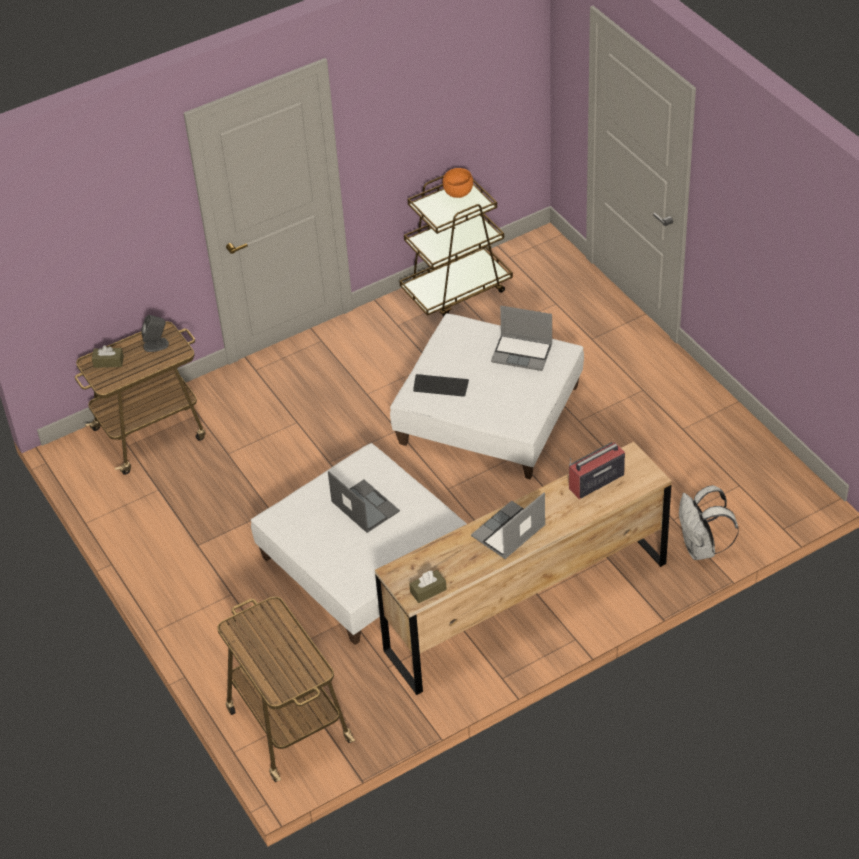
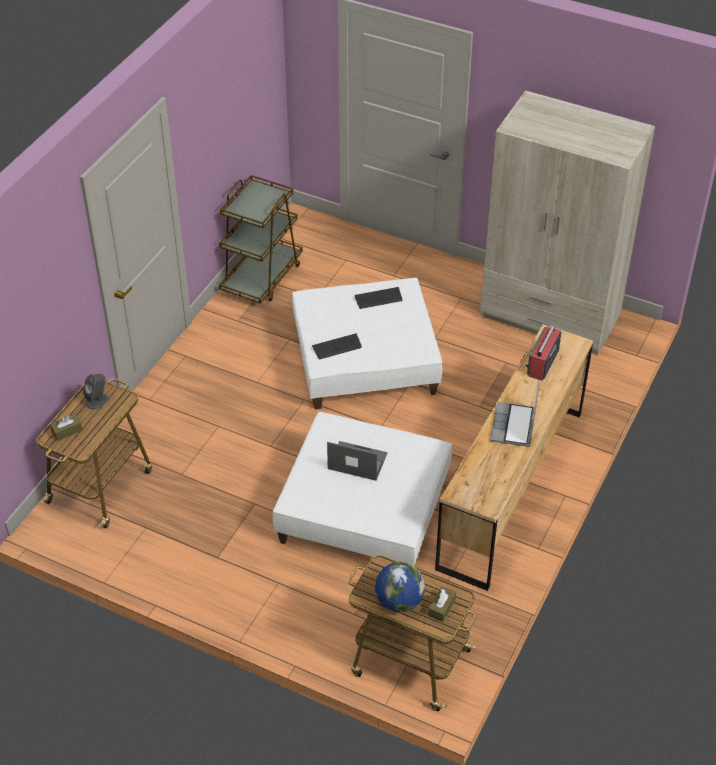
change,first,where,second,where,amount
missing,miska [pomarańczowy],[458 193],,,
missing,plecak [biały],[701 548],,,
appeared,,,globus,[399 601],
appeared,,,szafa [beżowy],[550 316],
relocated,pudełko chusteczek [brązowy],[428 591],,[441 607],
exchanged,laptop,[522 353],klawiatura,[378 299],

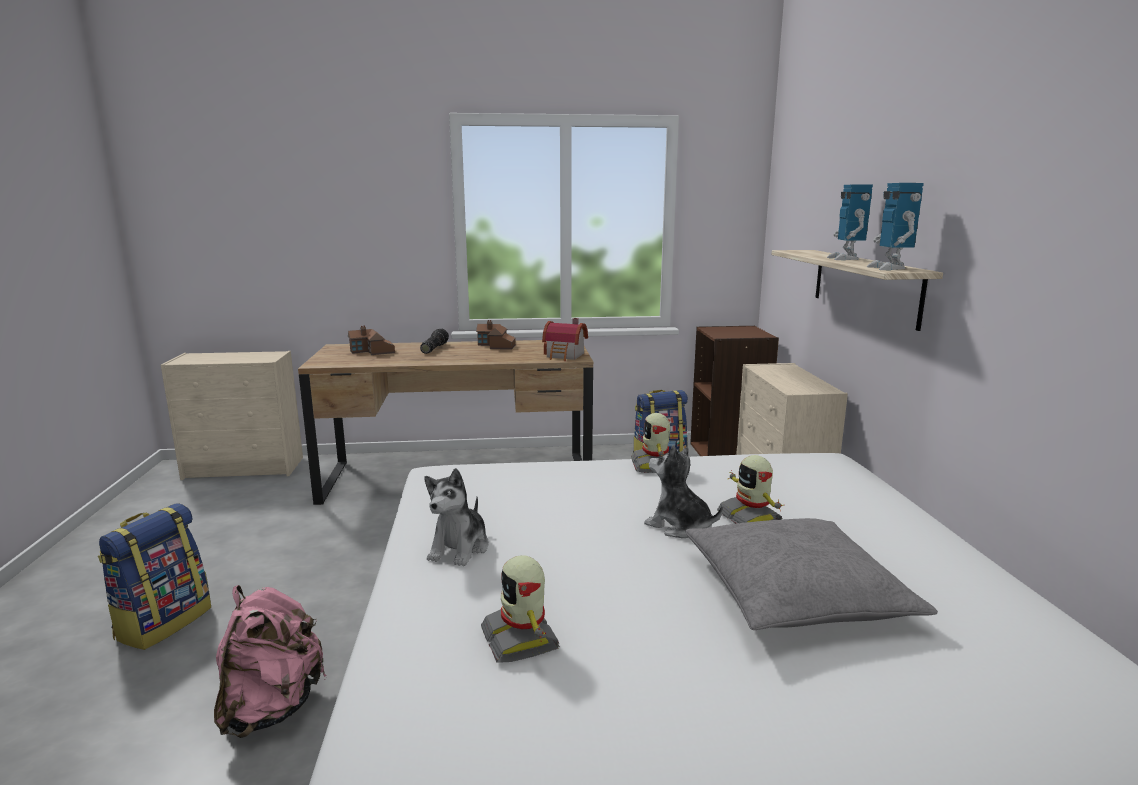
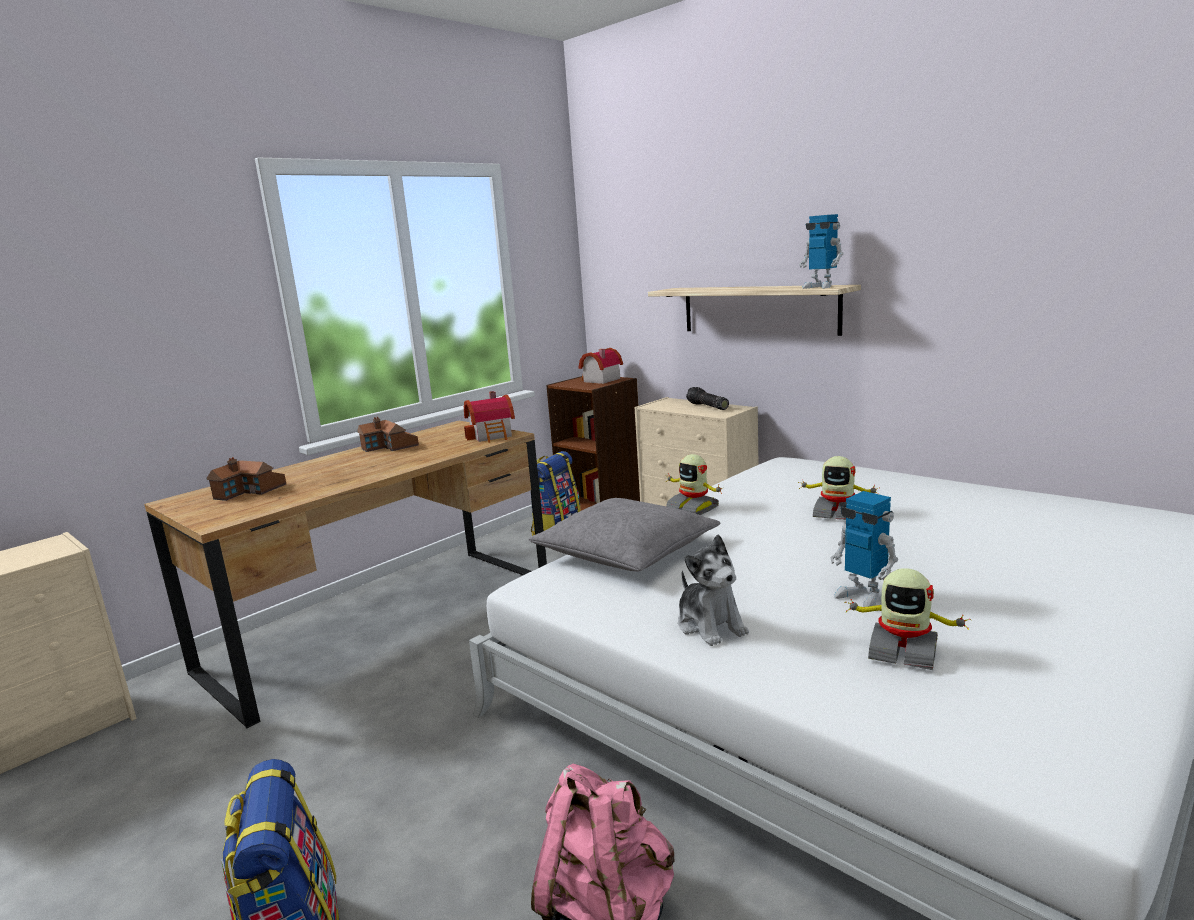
change,first,where,second,where,amount
missing,pluszak,[679 526],,,
appeared,,,domek,[599 380],
relocated,latarka,[433 348],,[707 406],
relocated,poduszka [szary],[794 592],,[626 551],
relocated,robot zabawkowy,[845 259],,[862 596],

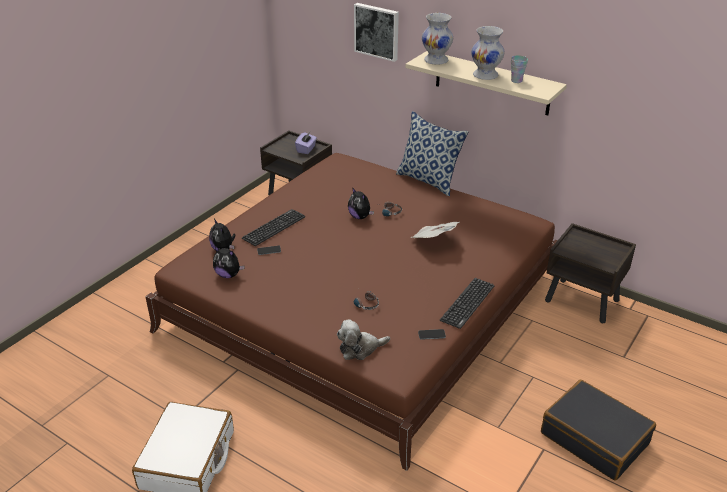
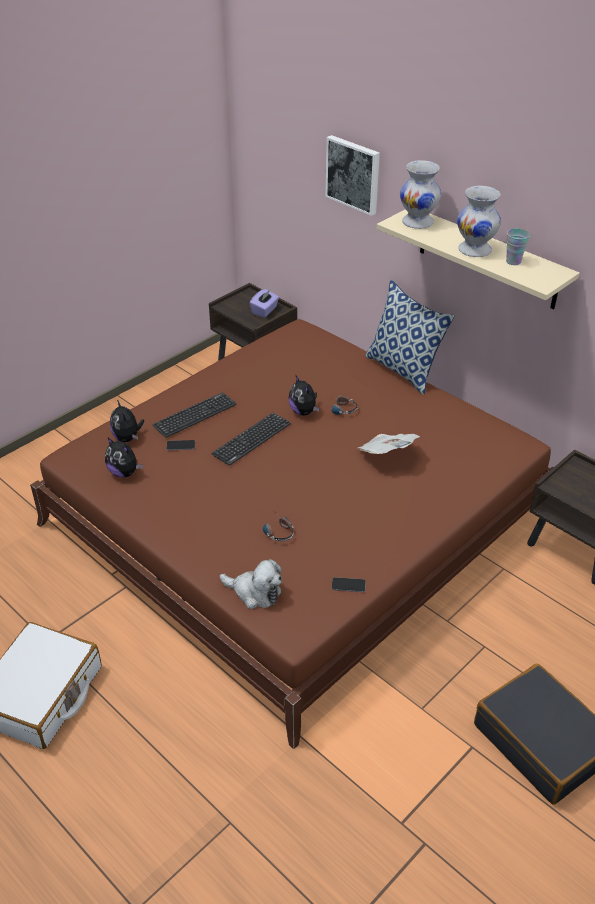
change,first,where,second,where,amount
relocated,klawiatura,[467 303],,[252 439],
spun,pluszak,[360 348],,[255 592],150 degrees counterclockwise

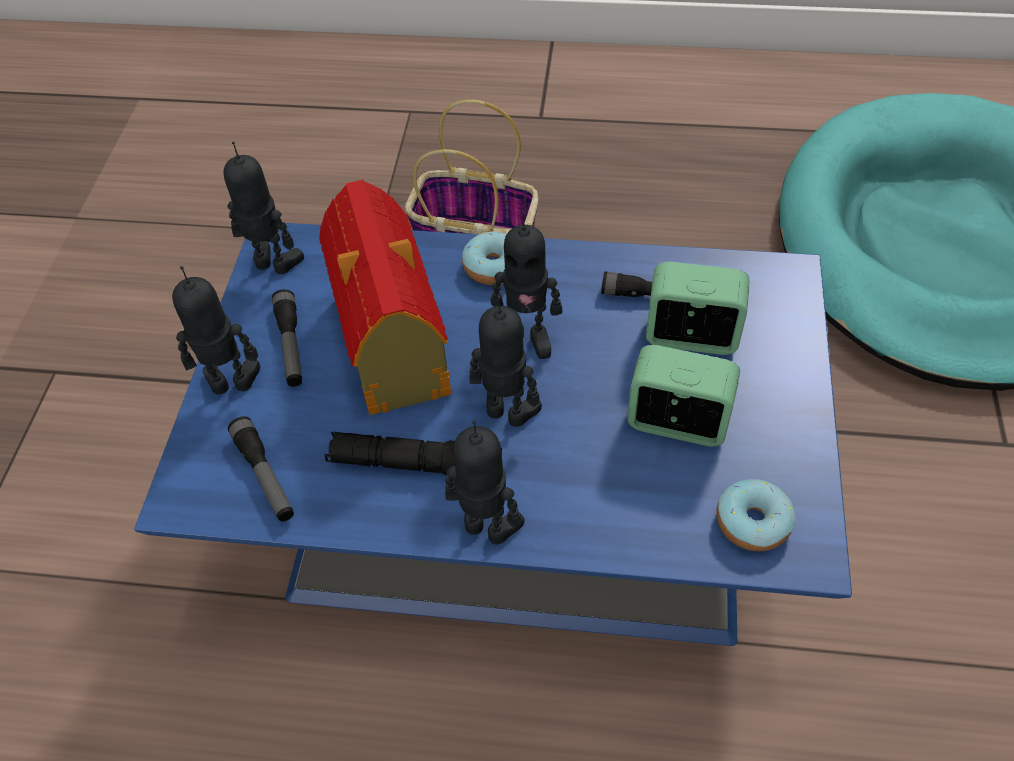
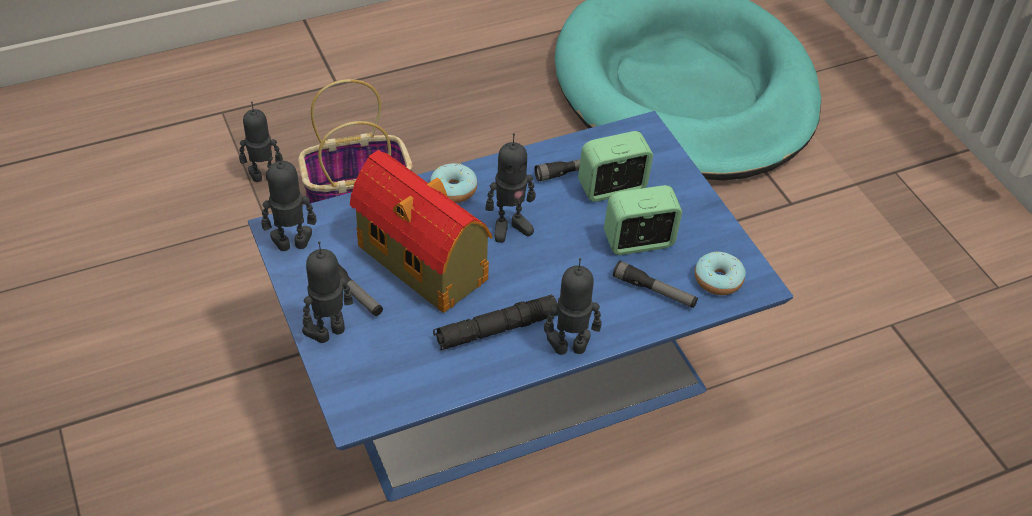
change,first,where,second,where,amount
relocated,latarka,[265 475],,[654 291],
relocated,robot zabawkowy,[507 413],,[264 177],

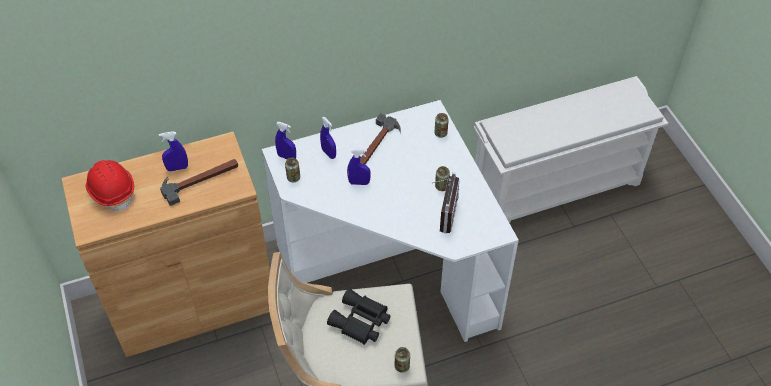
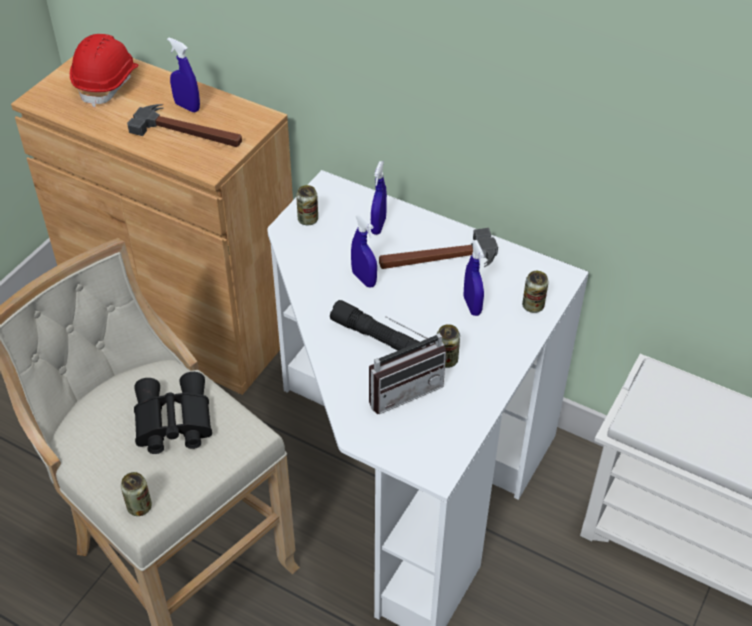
change,first,where,second,where,amount
appeared,,,latarka [czarny],[376 337],
relocated,spryskiwacz [niebieski],[287 157],,[472 306],

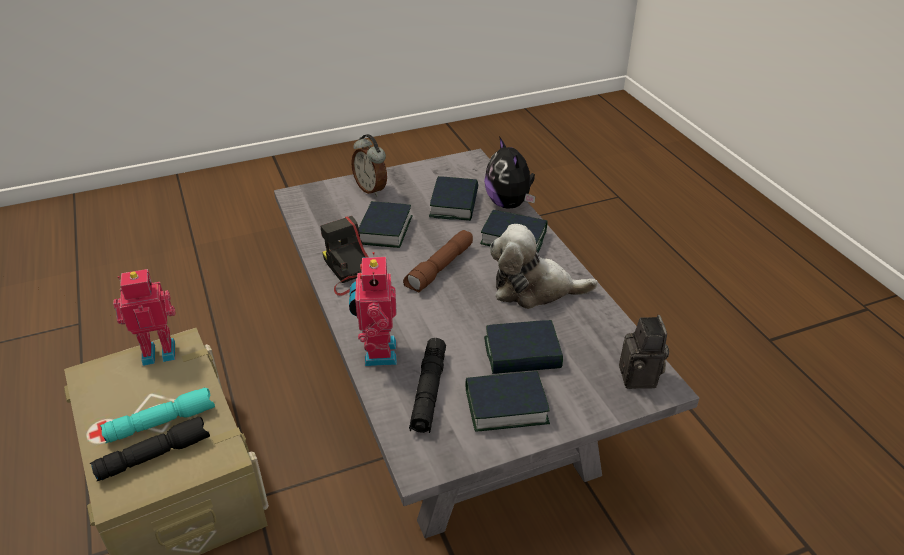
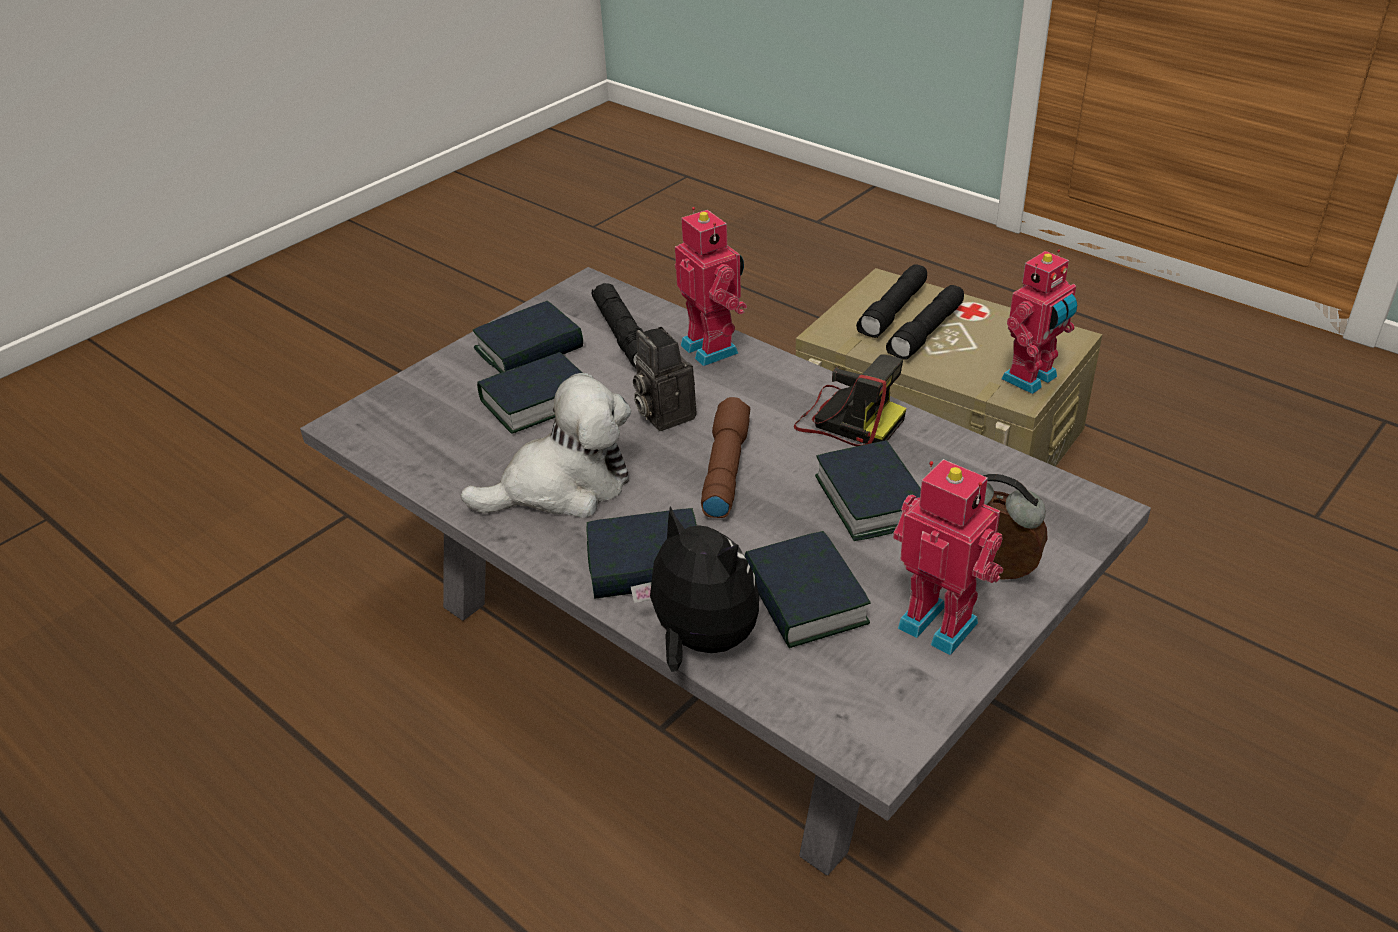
change,first,where,second,where,amount
appeared,,,robot zabawkowy,[940 622],
relocated,aparat fotograficzny,[641 378],,[663 414],
colour,latarka [turkusowy],[162 421],latarka [czarny],[927 333],

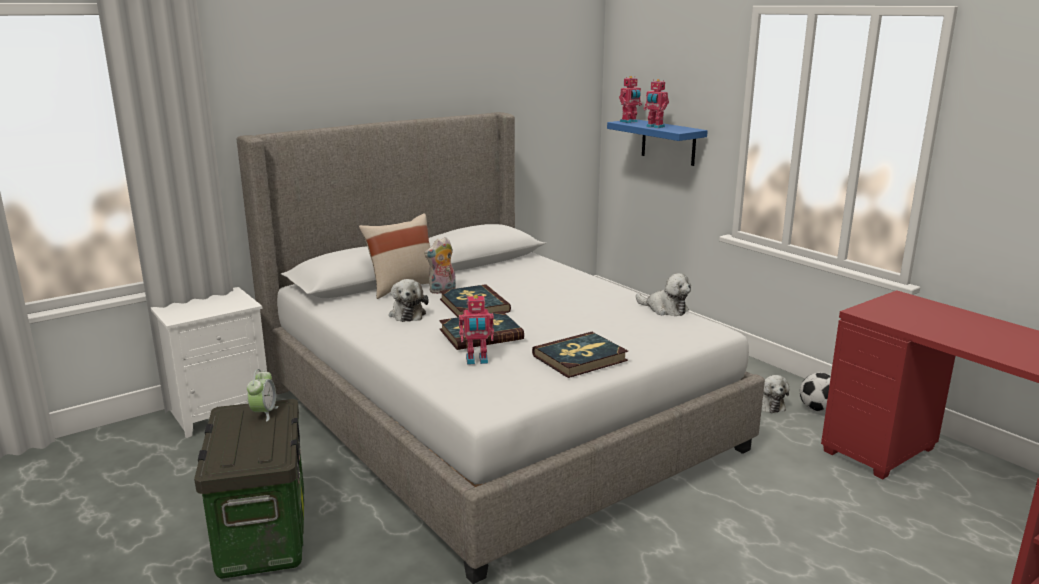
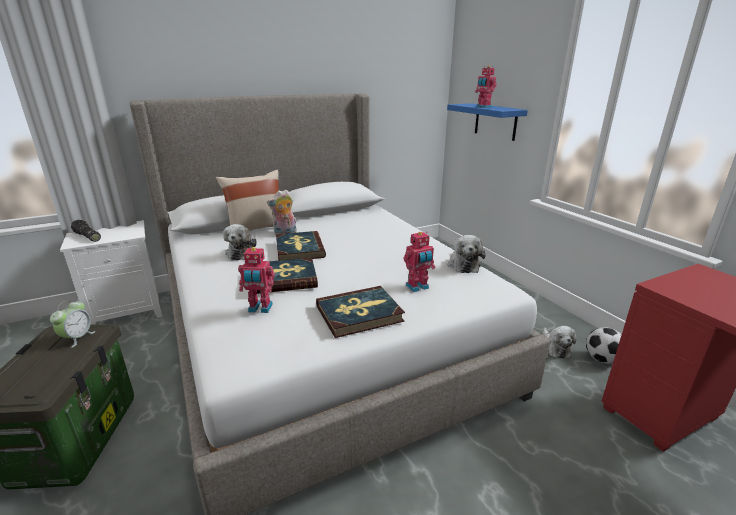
change,first,where,second,where,amount
appeared,,,latarka,[87 237],
relocated,robot zabawkowy,[629 122],,[418 287],
spun,pluszak,[665 309],,[463 264],45 degrees clockwise

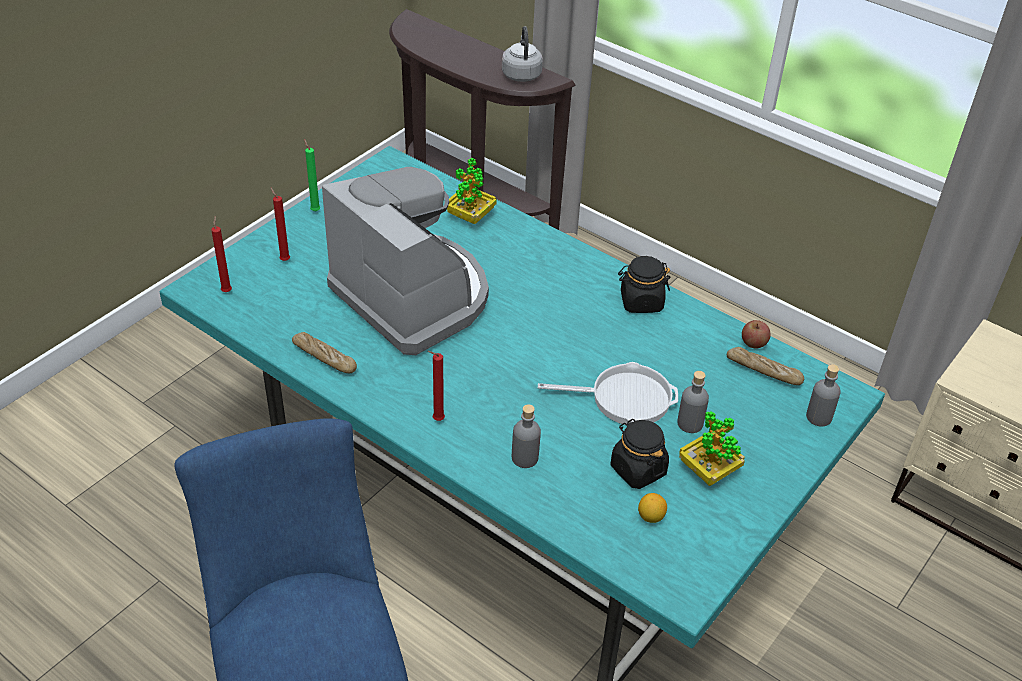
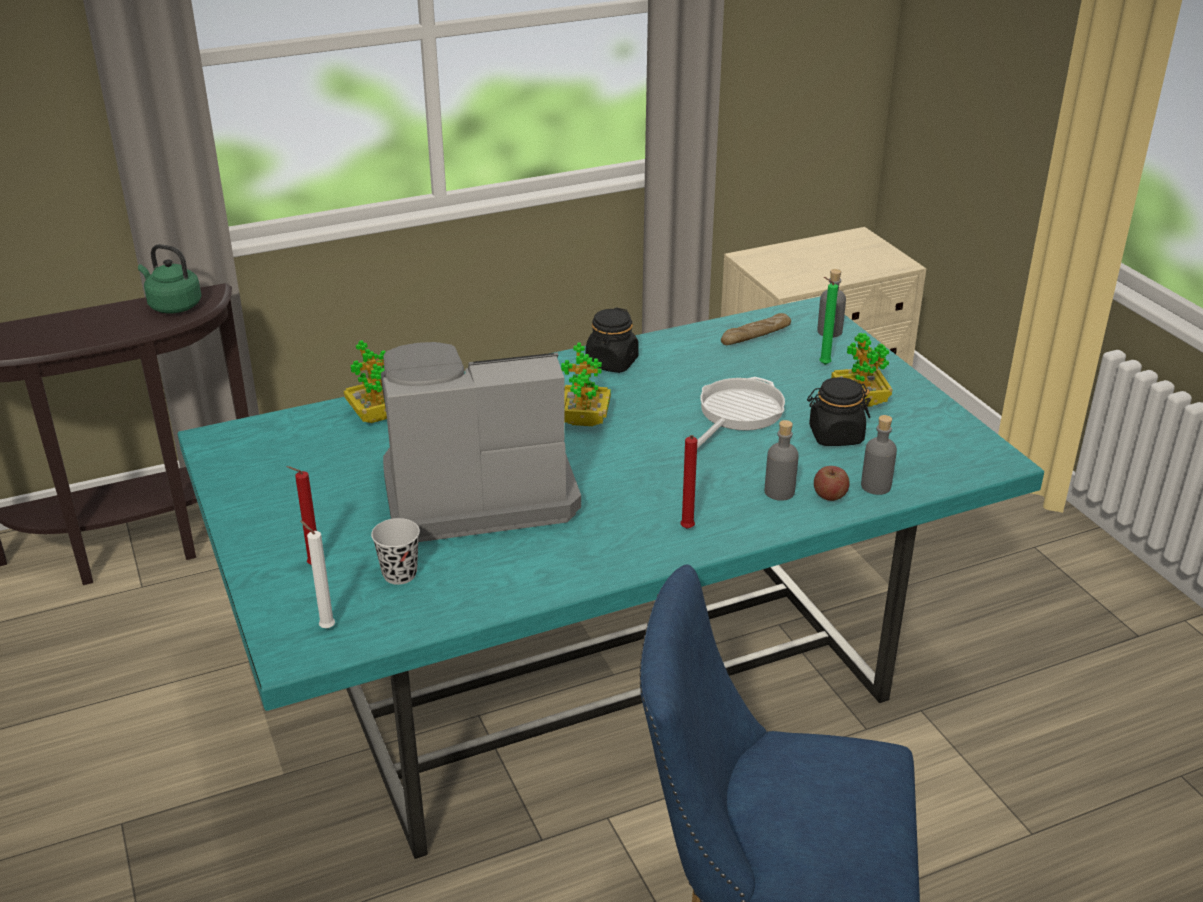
change,first,where,second,where,amount
missing,chleb,[324 358],,,
missing,cytryna,[651 517],,,
appeared,,,filiżanka [czarny],[399 574],
appeared,,,roślina doniczkowa,[583 420],
relocated,świeca [zielony],[314 210],,[822 364],
relocated,butelka [szary],[690 423],,[876 486],
relocated,jabłko,[753 343],,[830 495],
colour,świeca [czerwony],[227 290],świeca [biały],[325 627],
colour,czajnik [szary],[521 74],czajnik [zielony],[173 306],

